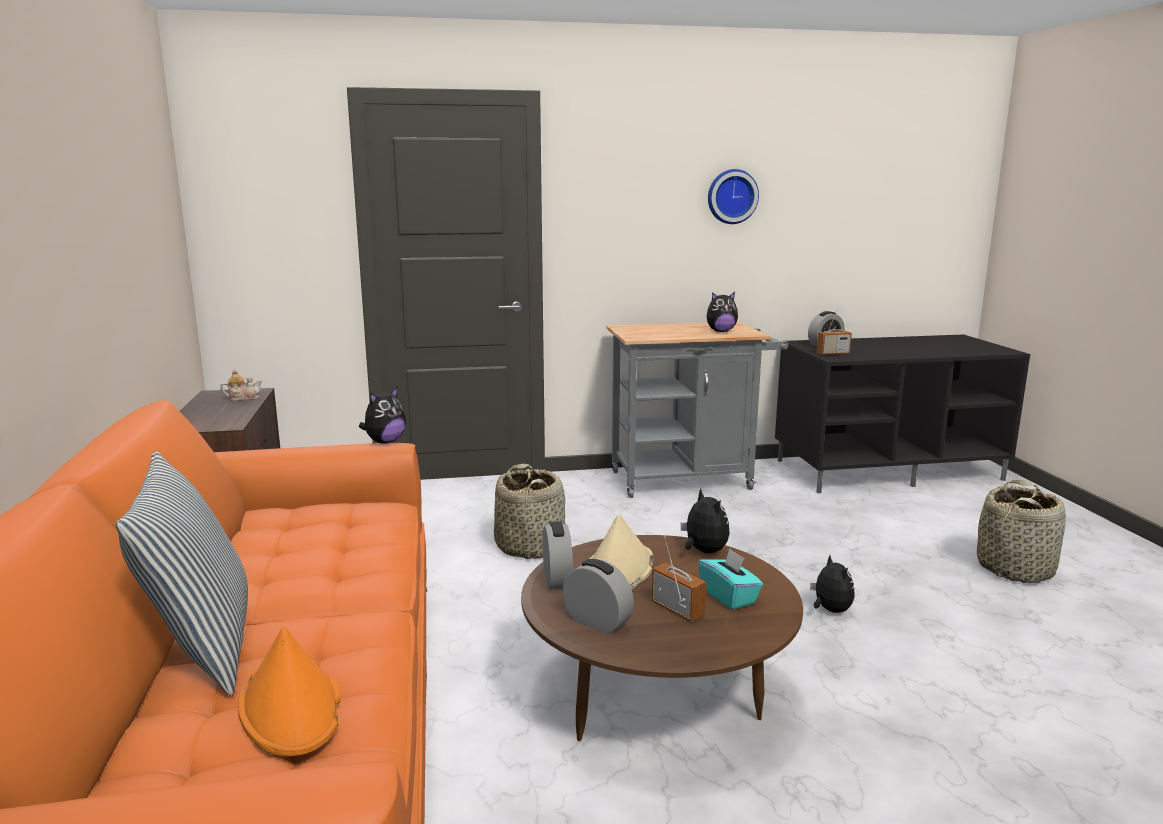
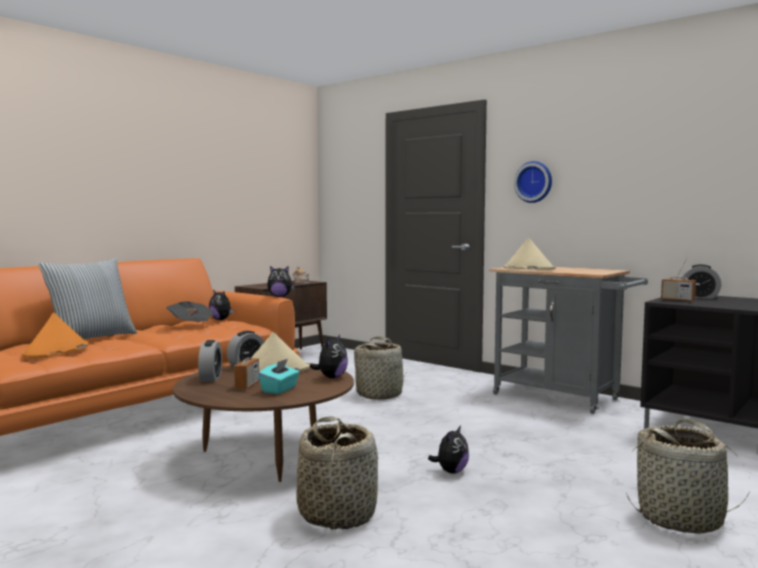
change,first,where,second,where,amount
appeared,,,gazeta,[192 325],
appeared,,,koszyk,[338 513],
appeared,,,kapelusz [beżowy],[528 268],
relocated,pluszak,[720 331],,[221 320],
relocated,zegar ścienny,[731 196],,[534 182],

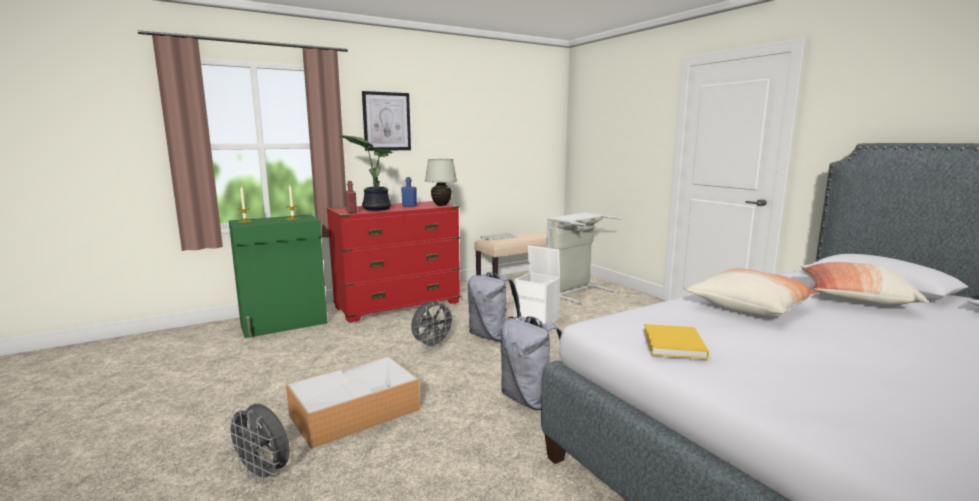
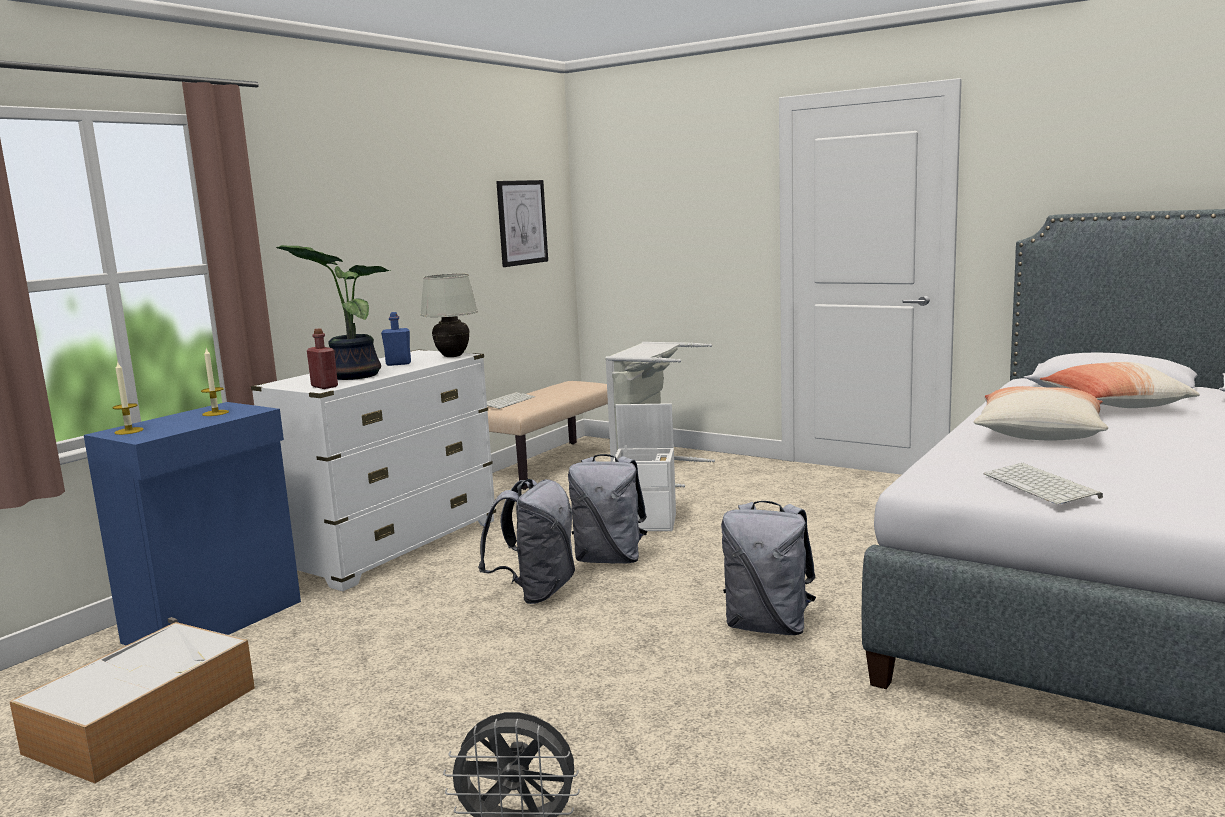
change,first,where,second,where,amount
relocated,pojemnik do przechowywania,[356 411],,[146 717],
relocated,obraz,[386 121],,[522 222],
exchanged,wentylator [szary],[432 345],plecak [szary],[536 592],
exchanged,książka [żółty],[674 344],klawiatura,[1042 486],
colour,szafka [zielony],[285 324],szafka [niebieski],[217 621],
colour,komoda [czerwony],[398 305],komoda [biały],[393 547],

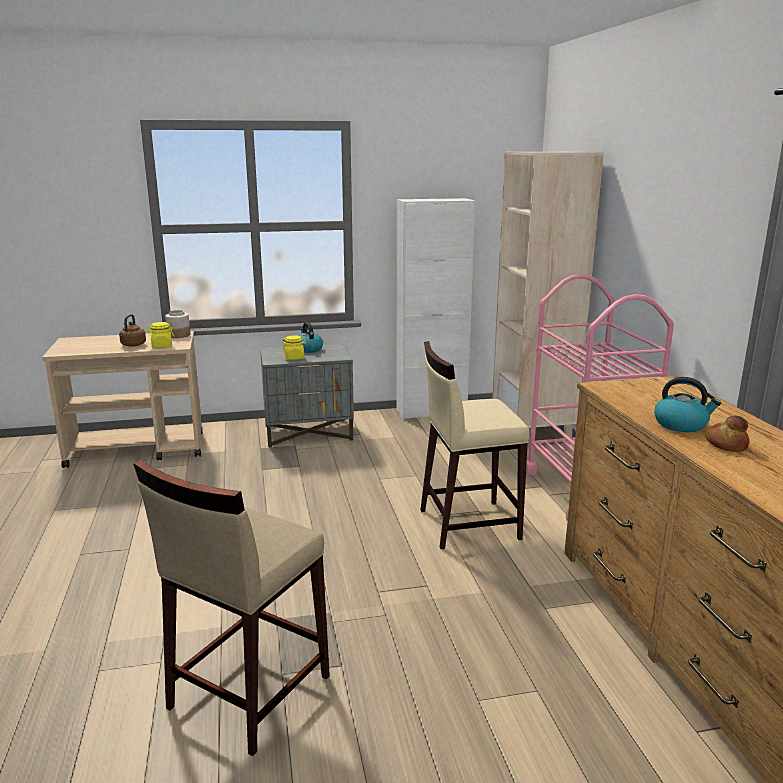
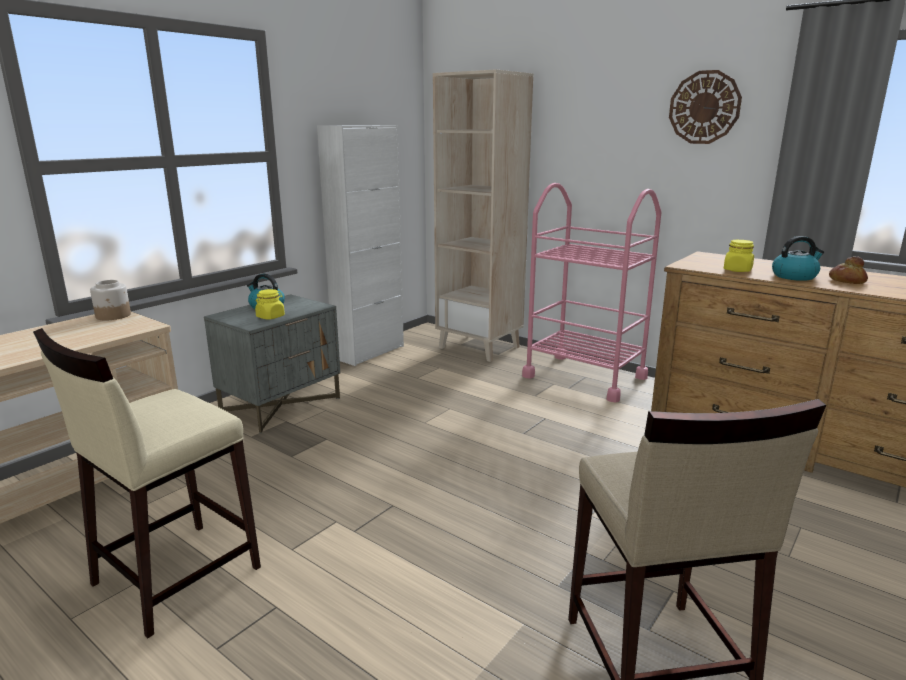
change,first,where,second,where,amount
missing,czajnik [brązowy],[132 345],,,
appeared,,,zegar ścienny,[704 107],
relocated,słoik [żółty],[161 346],,[737 270],
relocated,stołek [beżowy],[468 524],,[174 575],

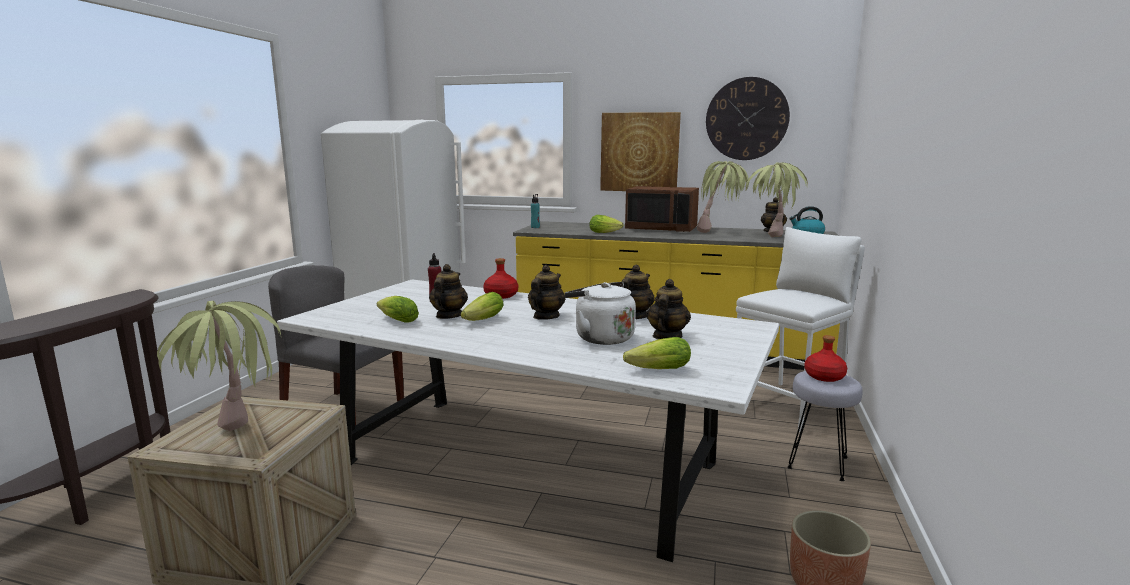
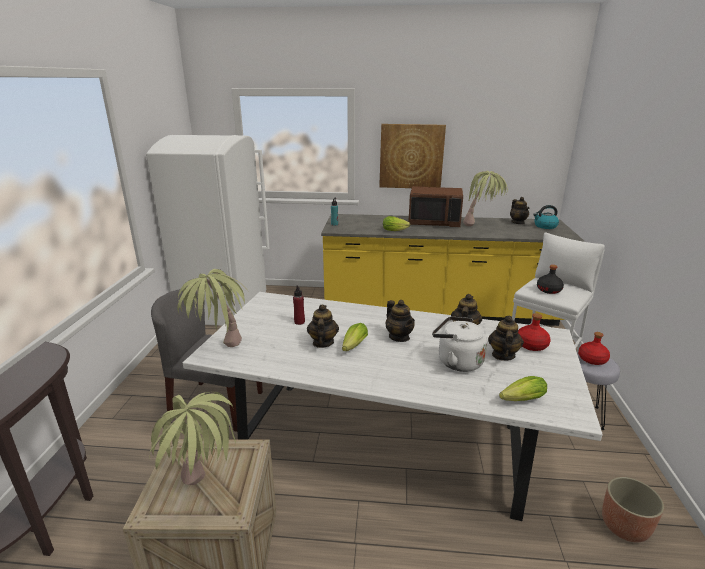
change,first,where,second,where,amount
missing,sałata,[396 320],,,
missing,zegar ścienny,[746 119],,,
appeared,,,butelka [czarny],[549 290],
relocated,butelka [czerwony],[501 295],,[531 345],
relocated,roślina doniczkowa,[770 239],,[220 355],
spun,imbryk,[546 317],,[399 337],135 degrees clockwise

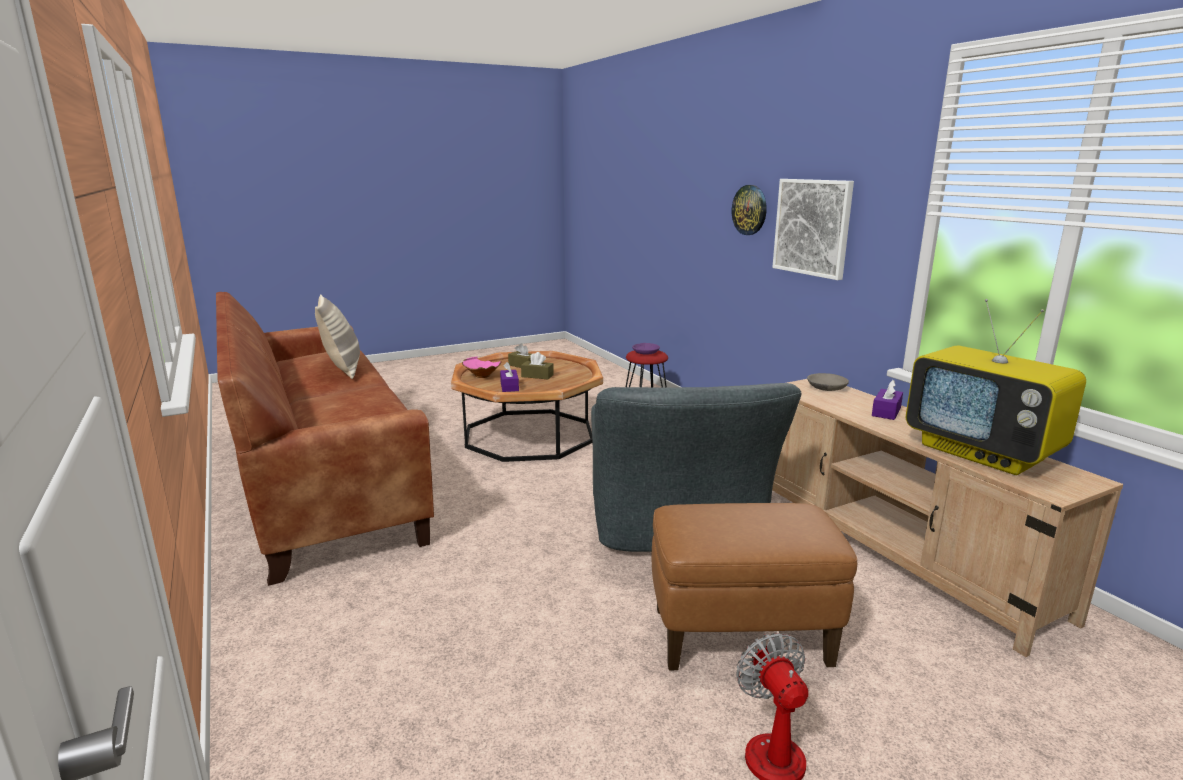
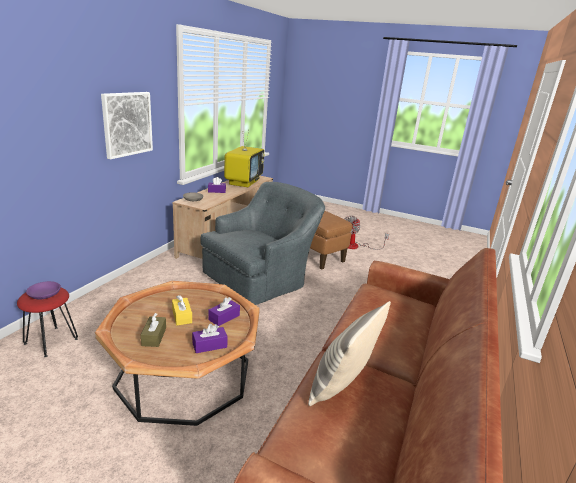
change,first,where,second,where,amount
missing,zegar ścienny,[750 210],,,
exchanged,miska [różowy],[481 376],pudełko chusteczek [fioletowy],[209 345],
colour,pudełko chusteczek [brązowy],[537 376],pudełko chusteczek [żółty],[182 316],

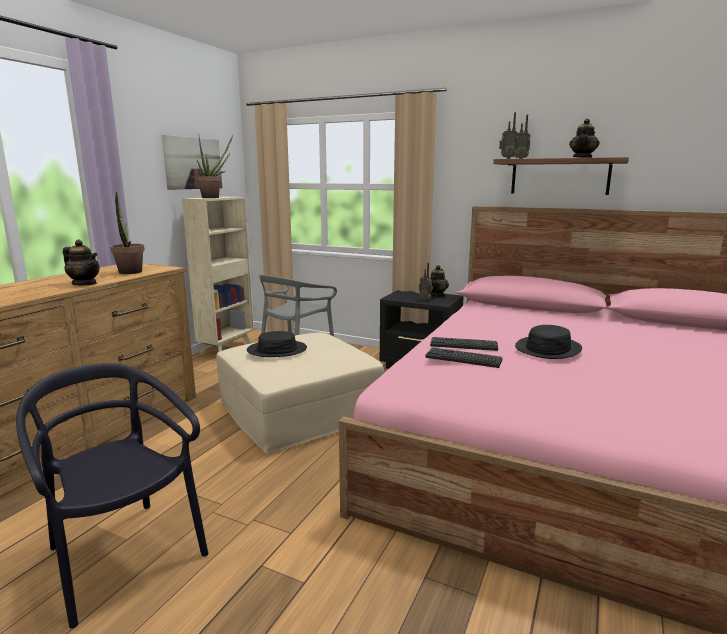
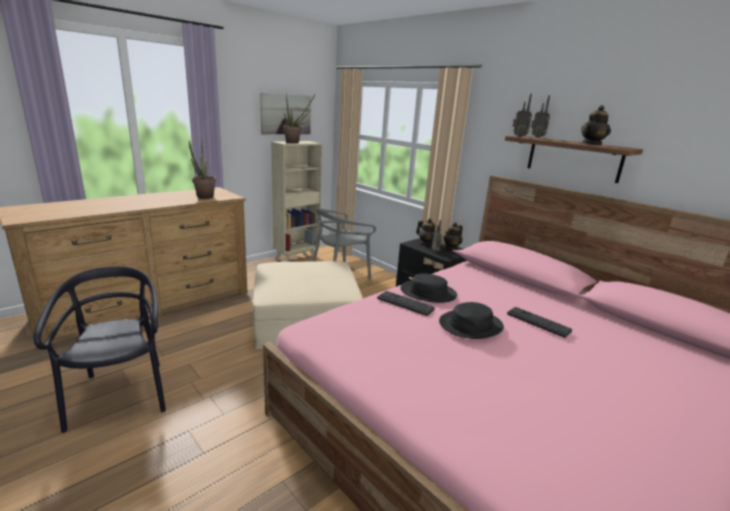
change,first,where,second,where,amount
relocated,imbryk,[84 284],,[426 243],
relocated,kapelusz [czarny],[277 350],,[428 293],
relocated,klawiatura,[463 358],,[538 322],

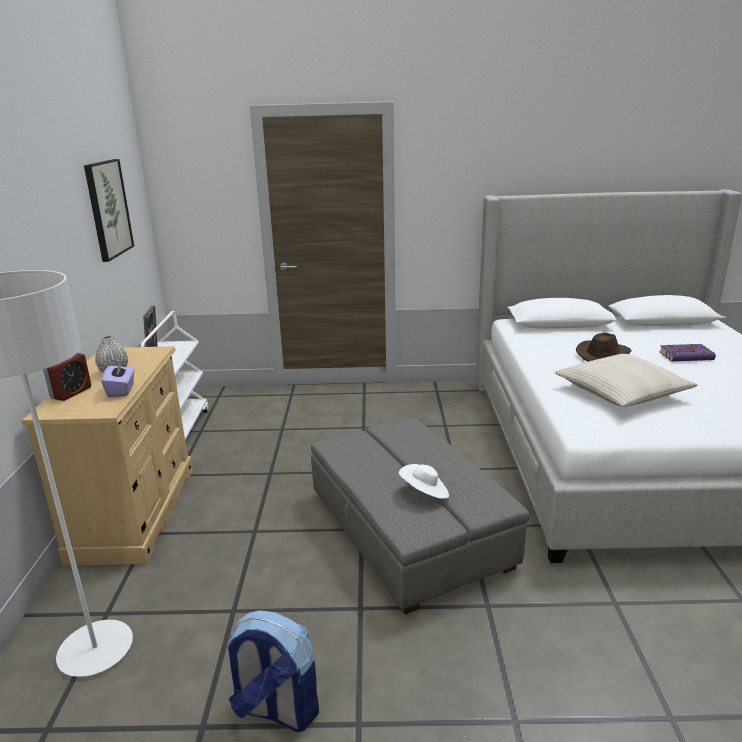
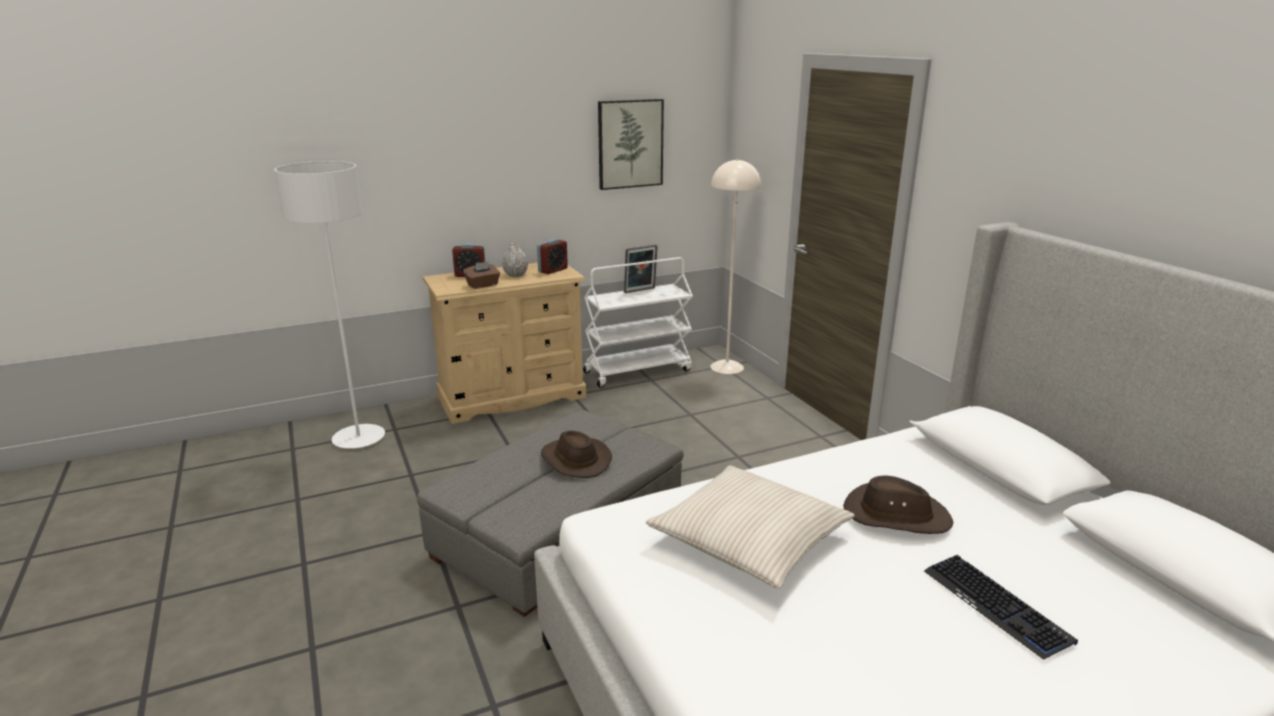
change,first,where,second,where,amount
missing,plecak,[275 709],,,
missing,kapelusz [biały],[424 493],,,
appeared,,,budzik,[553 270],
appeared,,,kapelusz [brązowy],[574 460],
appeared,,,lampa stojąca [beżowy],[727 367],
exchanged,książka [fioletowy],[687 356],klawiatura,[996 606],
colour,pudełko chusteczek [fioletowy],[121 390],pudełko chusteczek [brązowy],[483 285],

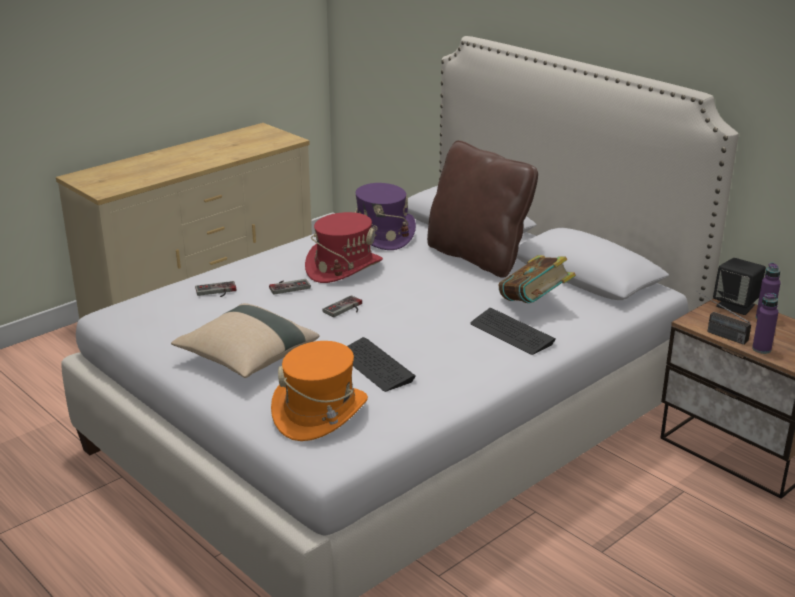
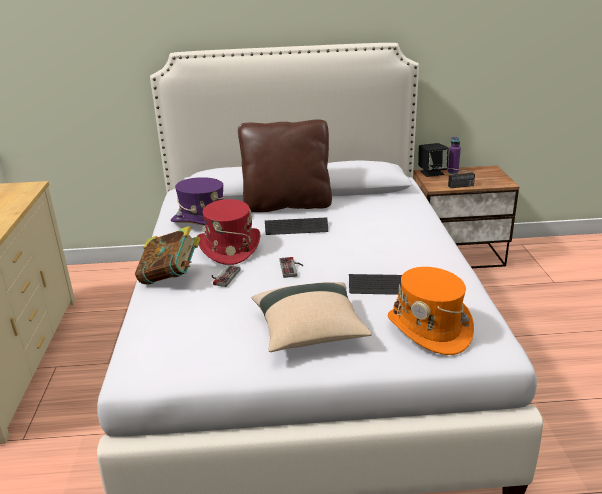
change,first,where,second,where,amount
missing,pad do gier,[216 292],,,
missing,butelka [fioletowy],[761 349],,,
relocated,klawiatura,[511 333],,[296 228],
relocated,książka,[534 305],,[171 278],

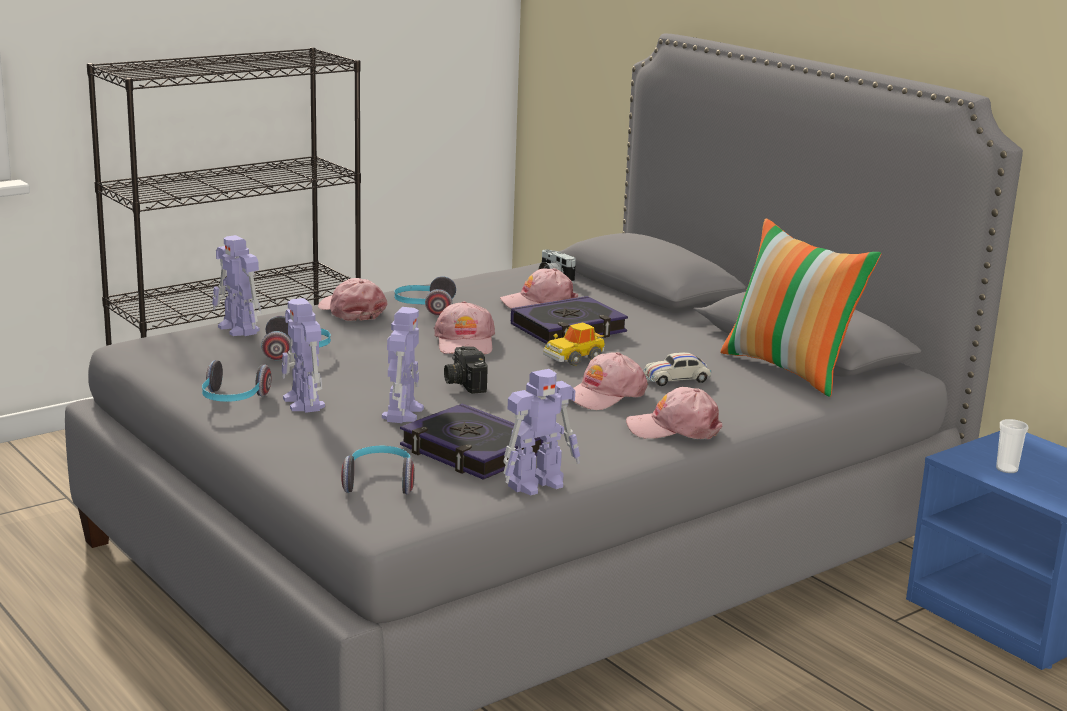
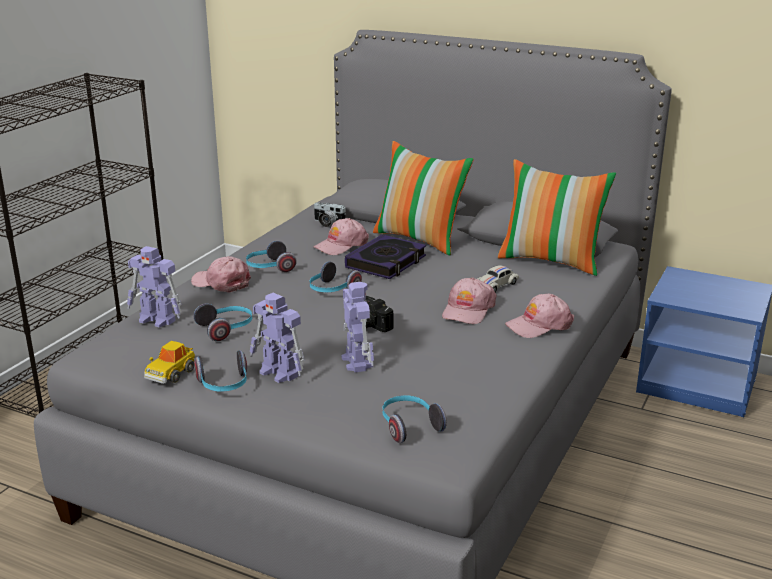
change,first,where,second,where,amount
missing,książka,[471 451],,,
missing,robot zabawkowy,[538 483],,,
missing,filiżanka,[1006 469],,,
appeared,,,poduszka,[420 239],
relocated,samochodzik,[574 358],,[171 373],
exchanged,czapka z daszkiem [różowy],[465 342],słuchawki,[332 290],

